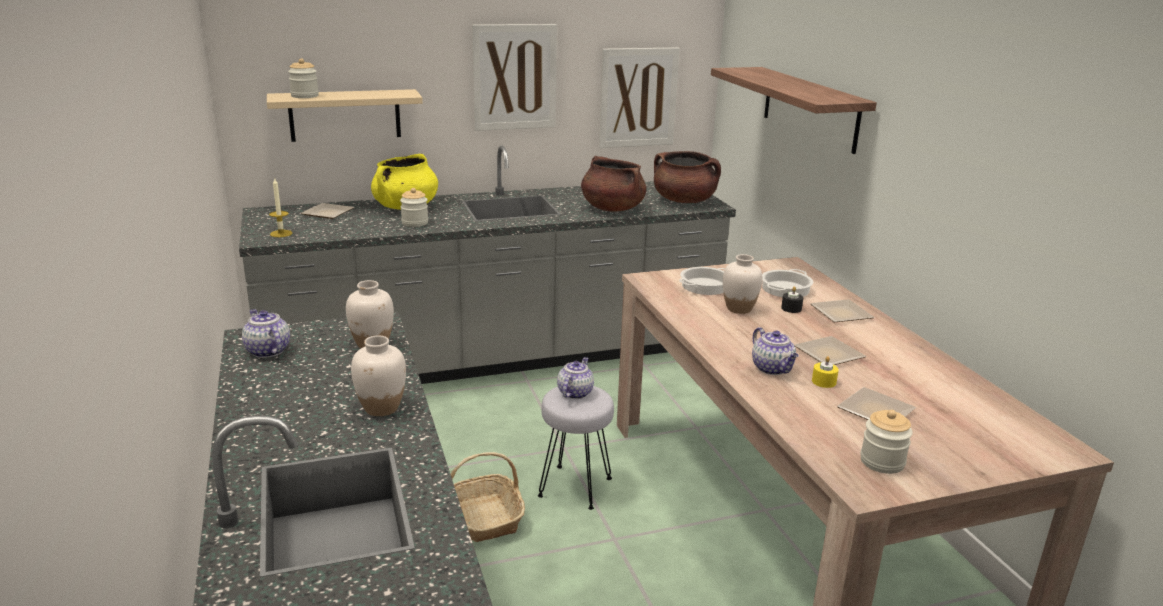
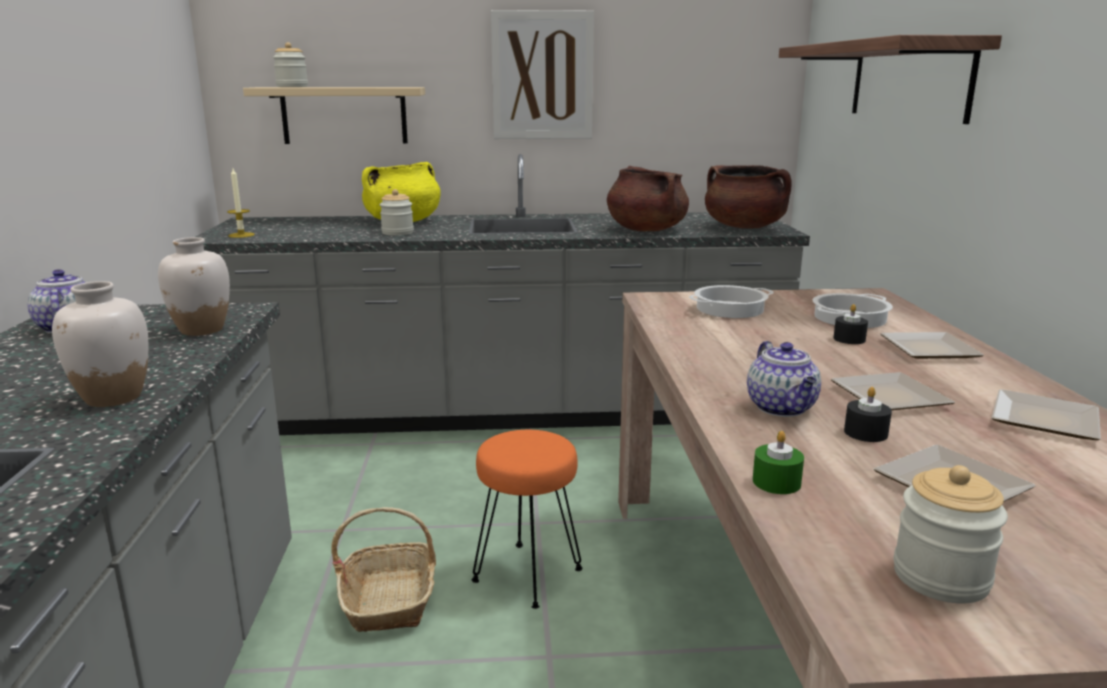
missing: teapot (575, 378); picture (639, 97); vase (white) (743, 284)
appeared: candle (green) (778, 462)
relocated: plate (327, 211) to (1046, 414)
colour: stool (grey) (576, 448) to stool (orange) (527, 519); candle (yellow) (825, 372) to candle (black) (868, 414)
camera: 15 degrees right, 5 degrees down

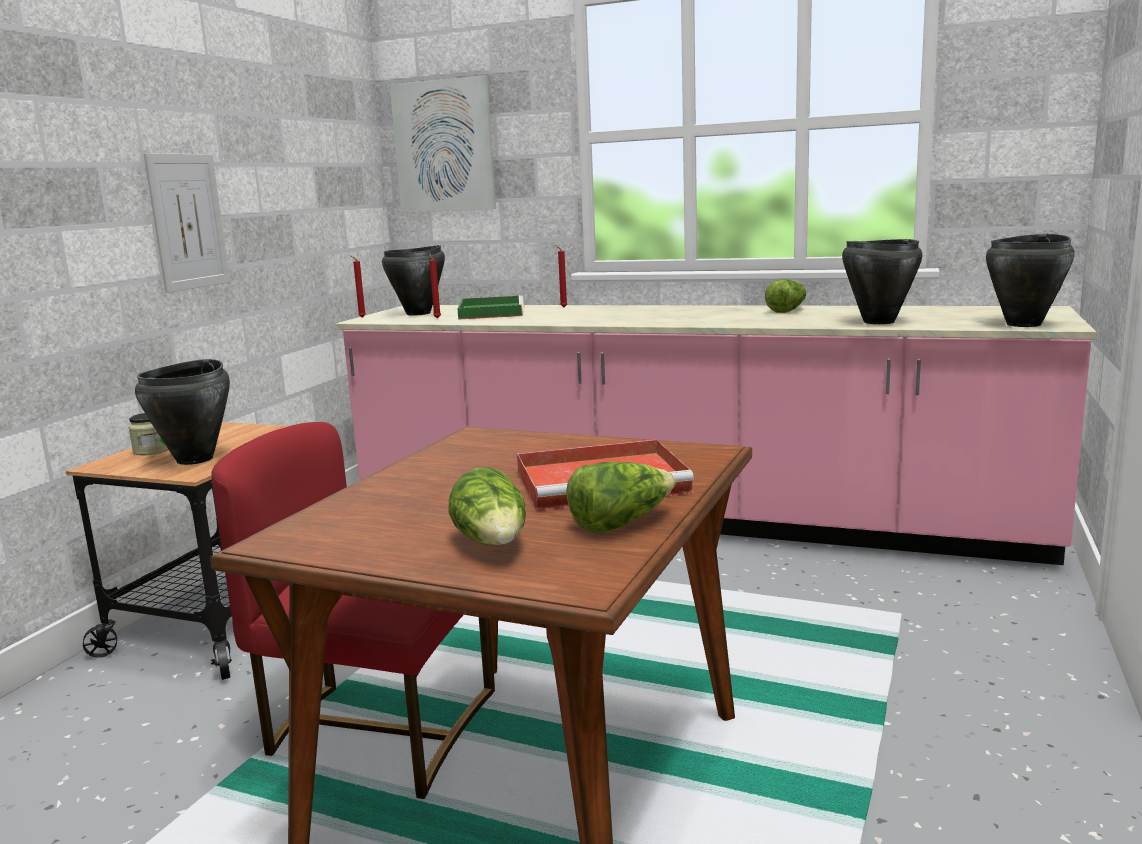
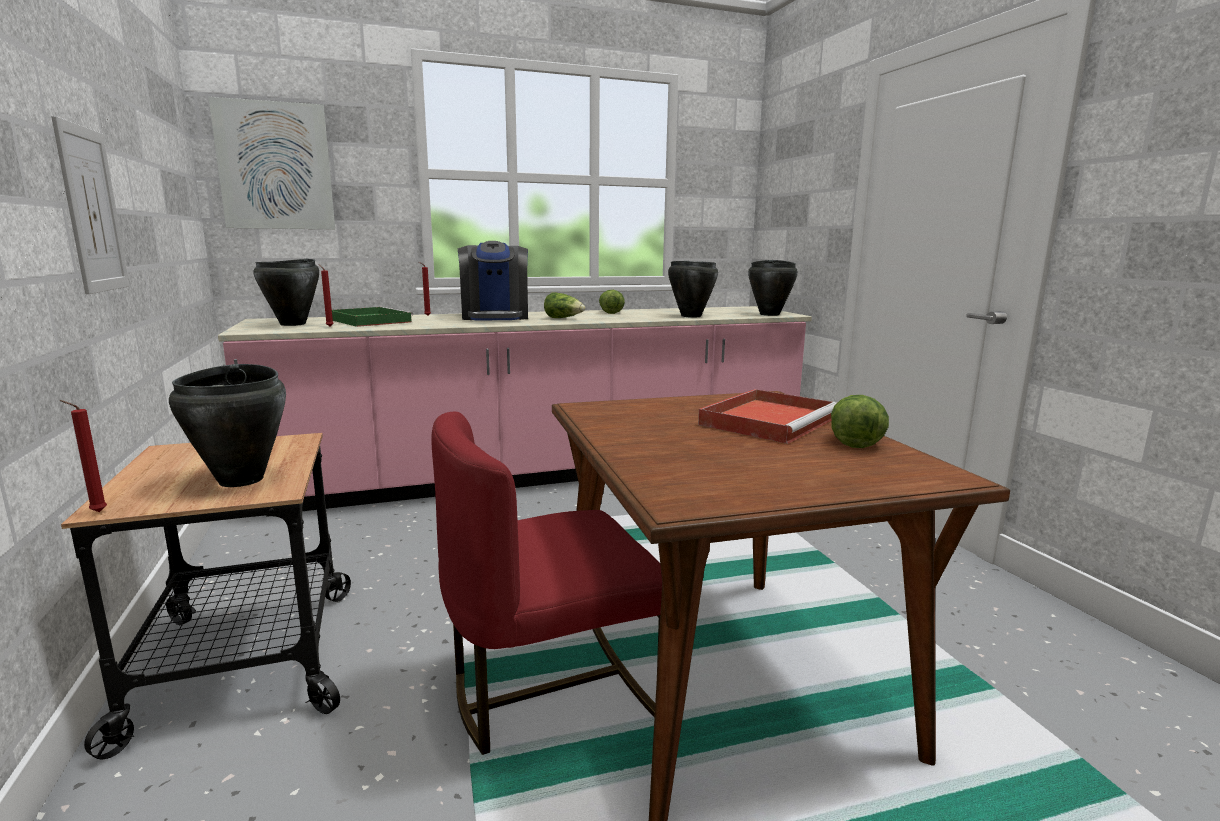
missing: jar (148, 434)
appeared: coffee machine (493, 280)
relocated: candle (red) (357, 286) to (83, 456); lettuce (487, 506) to (564, 305)
camera: 40 degrees left, 0 degrees up

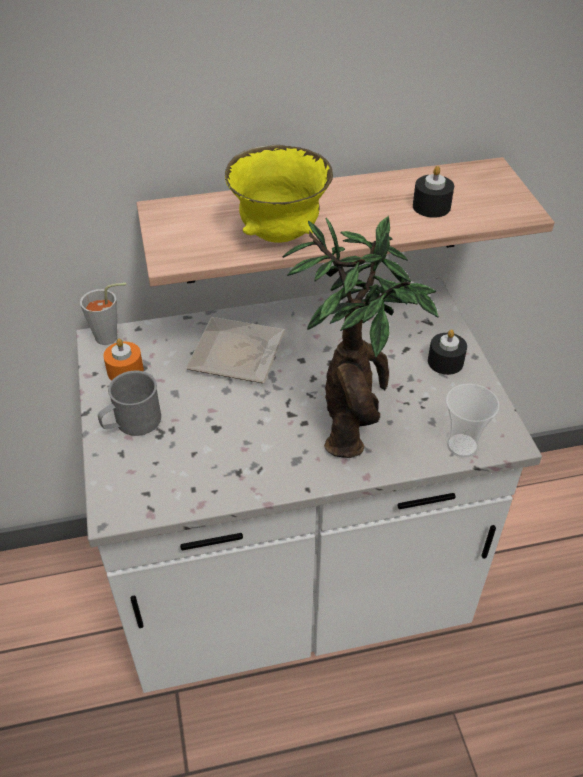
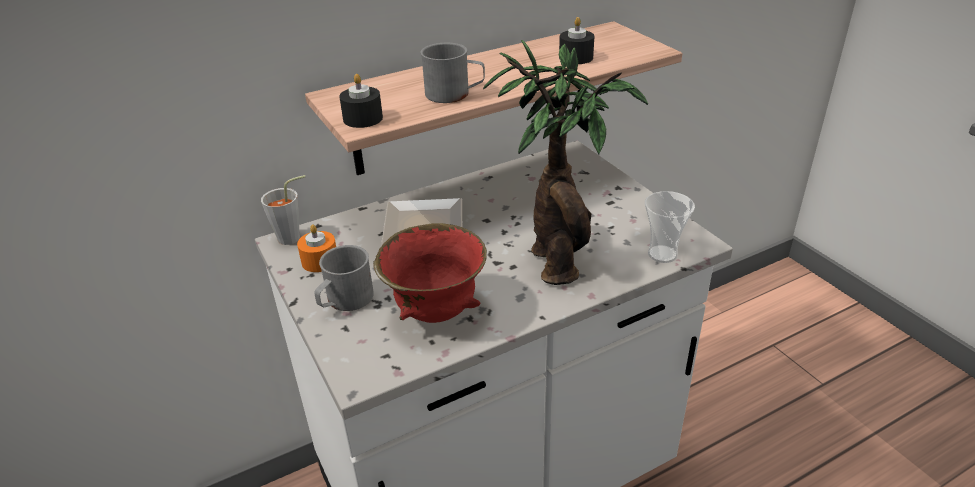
appeared: bowl (red) (430, 273)
relocated: candle (black) (447, 352) to (361, 101)
exchanged: bowl (yellow) (279, 194) to mug (grey) (452, 73)
camera: 15 degrees left, 10 degrees down

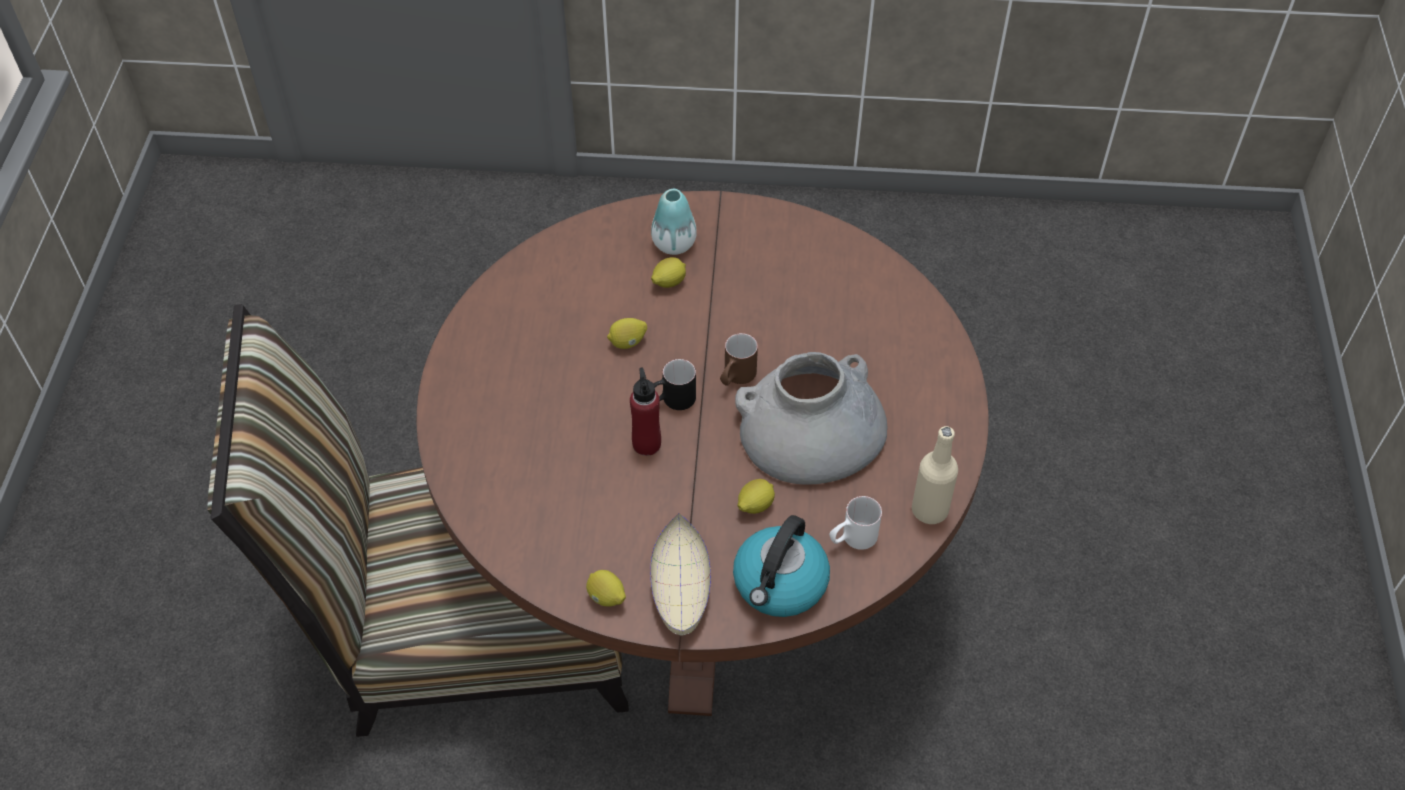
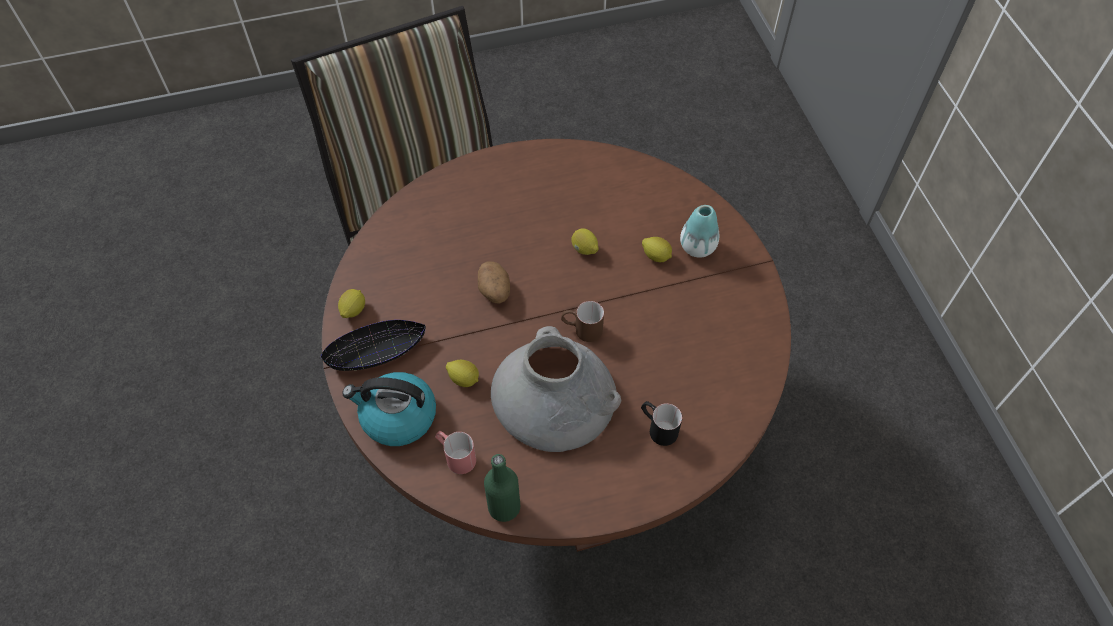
relocated: mug (black) (675, 384) to (661, 423)
exchanged: bottle (red) (645, 411) to potato (494, 282)
colour: bowl (beige) (680, 574) to bowl (black) (373, 345); mug (white) (855, 523) to mug (red) (455, 452); bottle (beige) (935, 475) to bottle (green) (502, 488)
camera: 70 degrees right, 5 degrees up

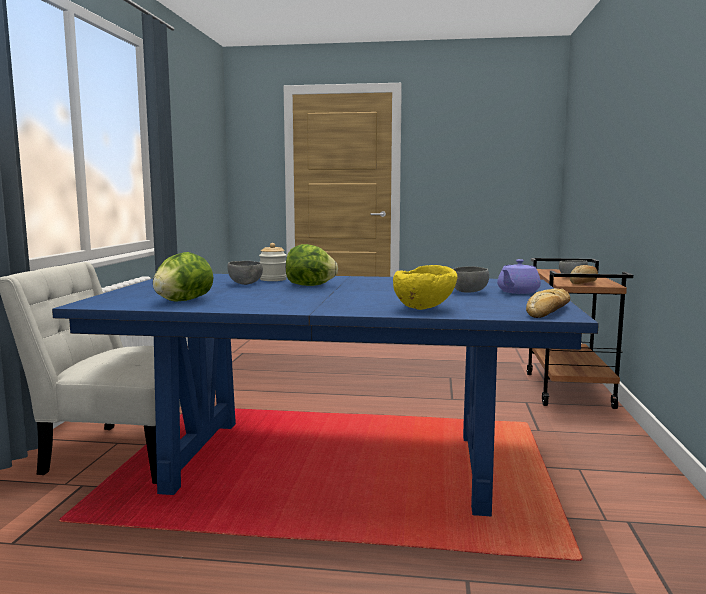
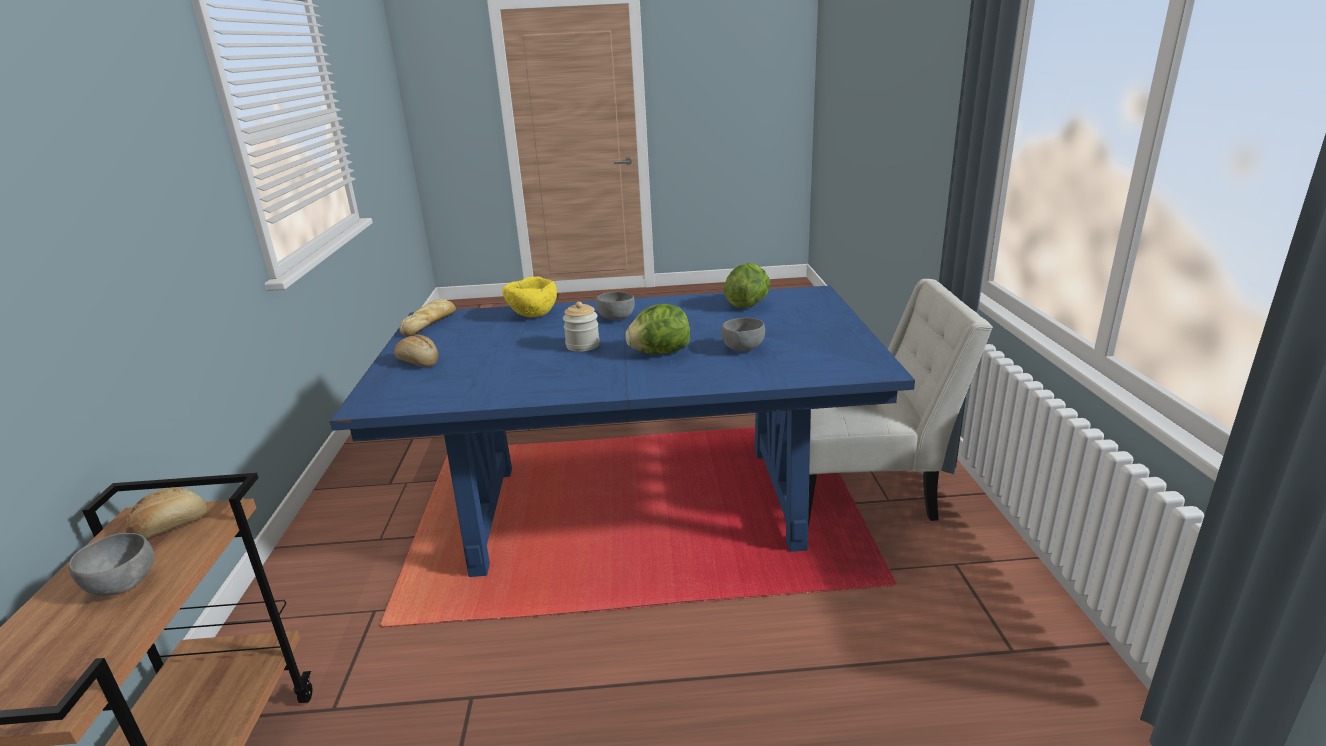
relocated: jar (273, 262) to (581, 326); bowl (grey) (471, 279) to (615, 306)
exchanged: teapot (purple) (519, 276) to bread (416, 350)
camera: 170 degrees right, 15 degrees up

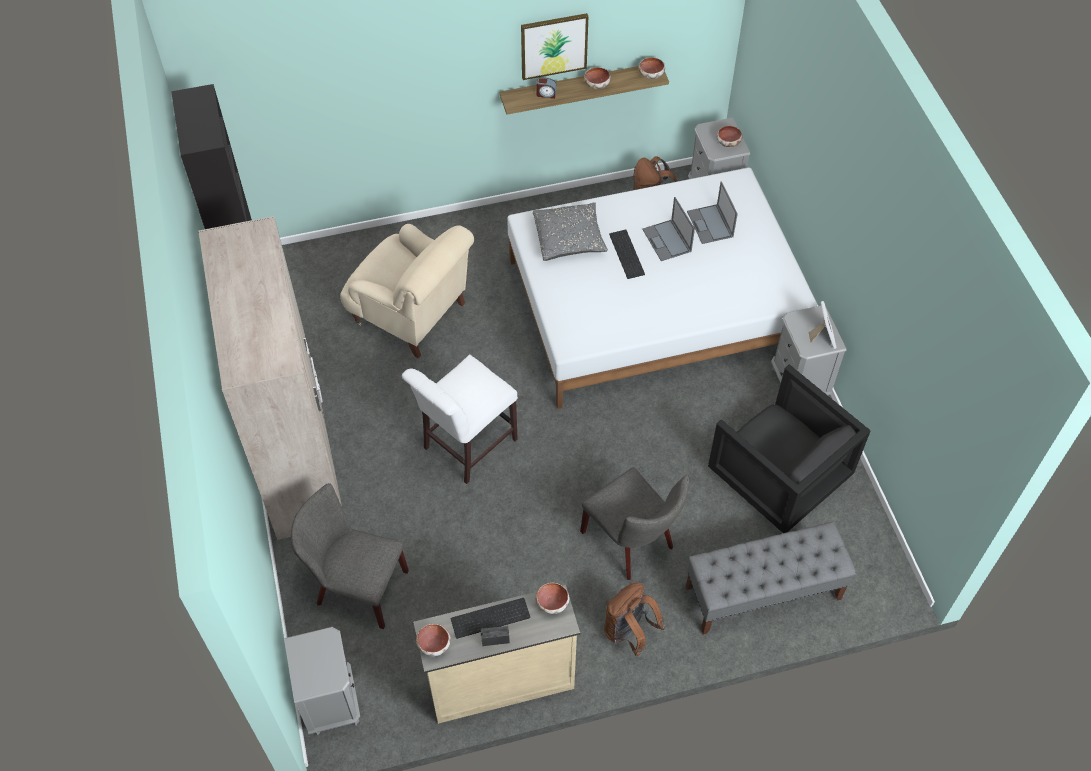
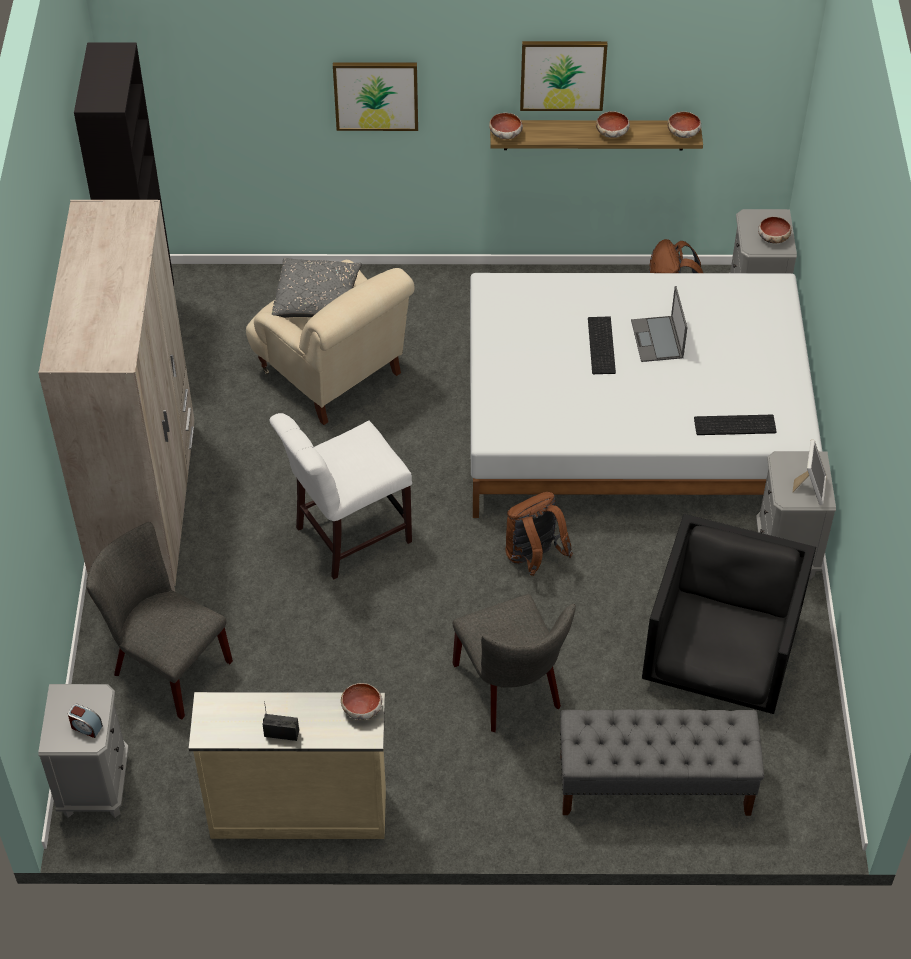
missing: laptop (712, 212)
appeared: picture (375, 97)
relocated: bowl (433, 640) to (506, 126); keyboard (490, 618) to (735, 425); pillow (grey) (570, 231) to (317, 288); alarm clock (546, 88) to (85, 721); backpack (brown) (634, 619) to (539, 534)
spun: armchair (black) (789, 449) = (729, 614) 135 degrees counterclockwise
camera: 15 degrees right, 5 degrees down

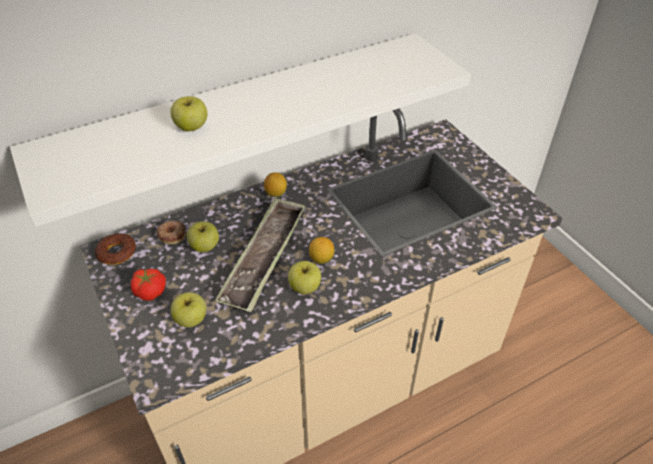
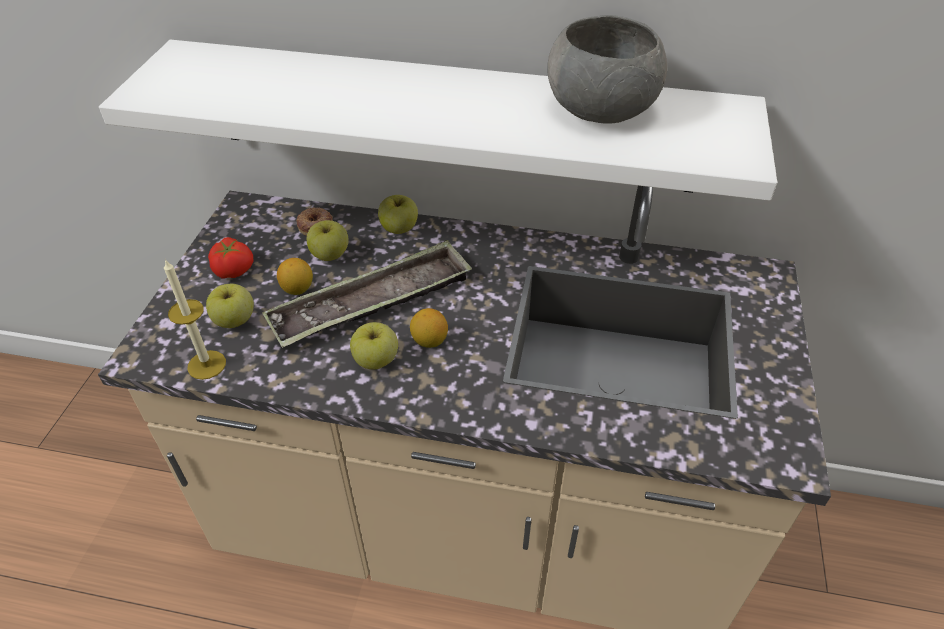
missing: donut (115, 249)
appeared: candle (195, 319); bowl (grey) (607, 69)
relocated: apple (188, 113) to (398, 214); lemon (275, 184) to (295, 276)
camera: 40 degrees right, 0 degrees up

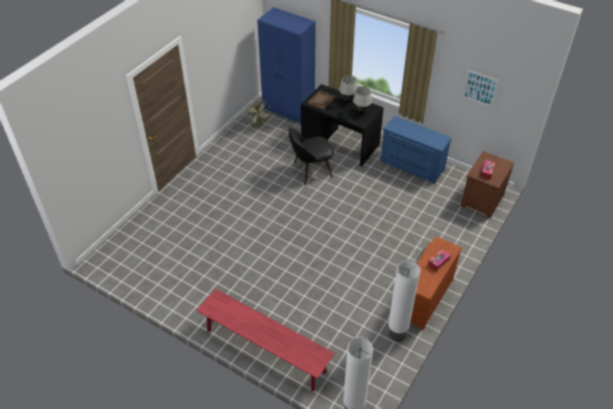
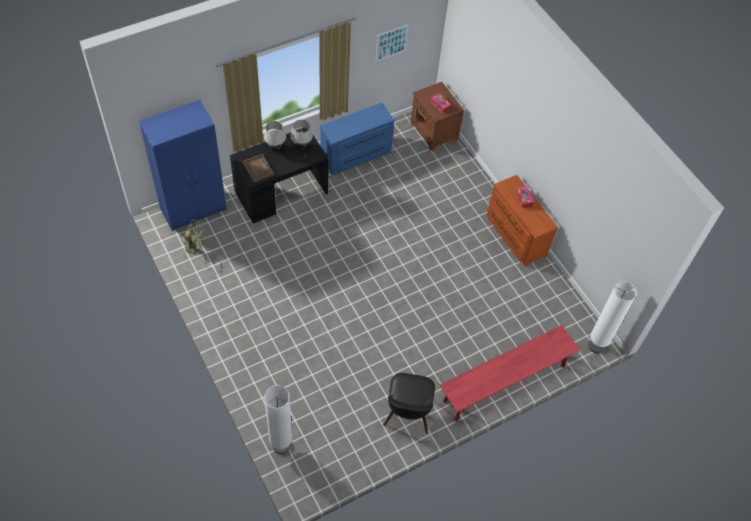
relocated: chair (black) (311, 156) to (409, 403); floor lamp (white) (404, 300) to (278, 419)
camera: 65 degrees left, 10 degrees up

